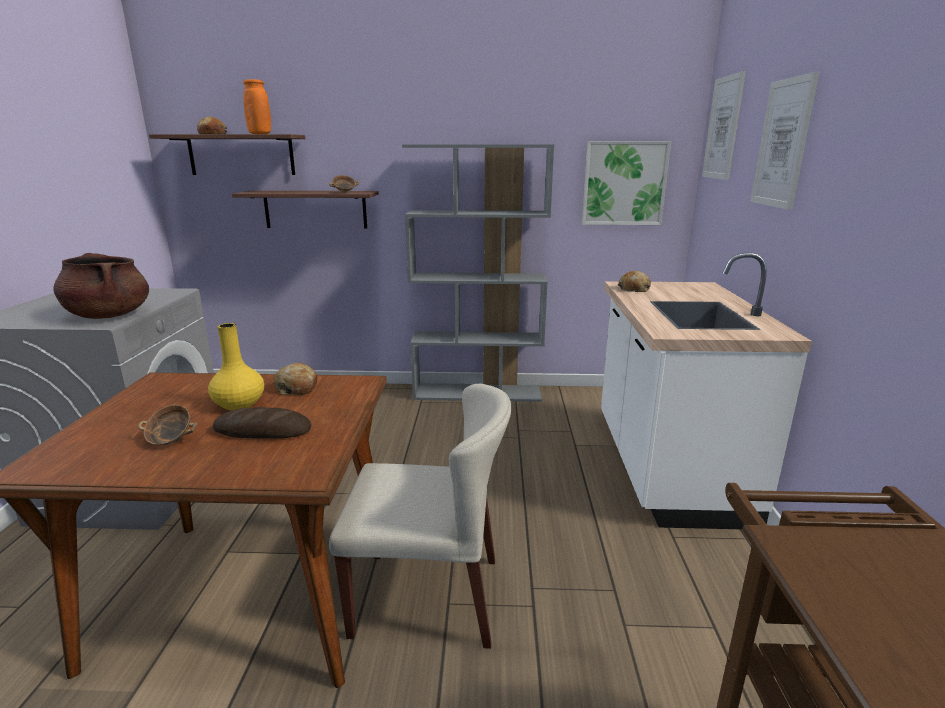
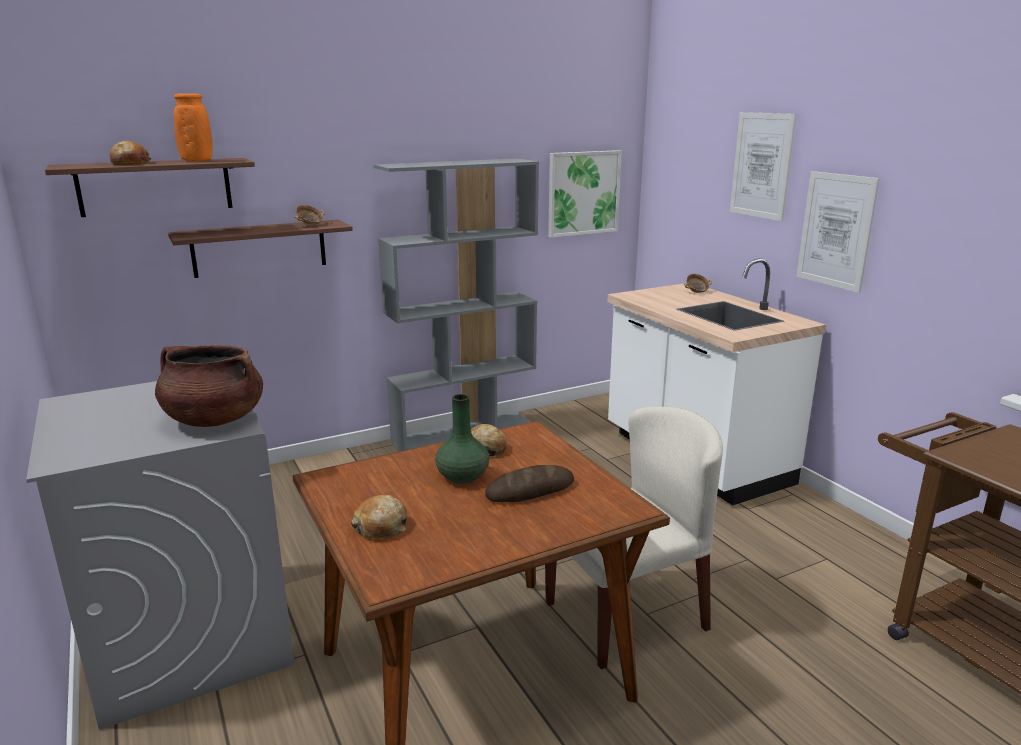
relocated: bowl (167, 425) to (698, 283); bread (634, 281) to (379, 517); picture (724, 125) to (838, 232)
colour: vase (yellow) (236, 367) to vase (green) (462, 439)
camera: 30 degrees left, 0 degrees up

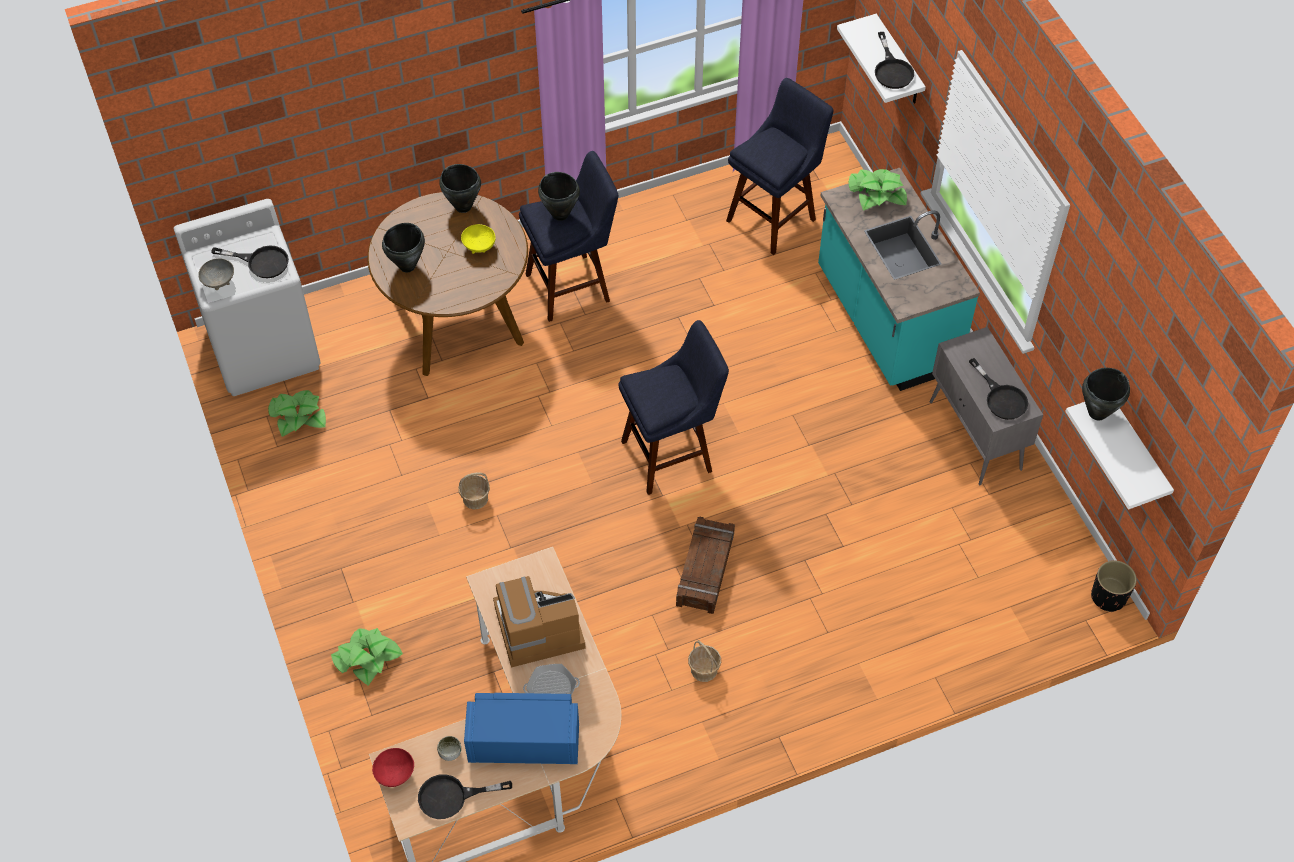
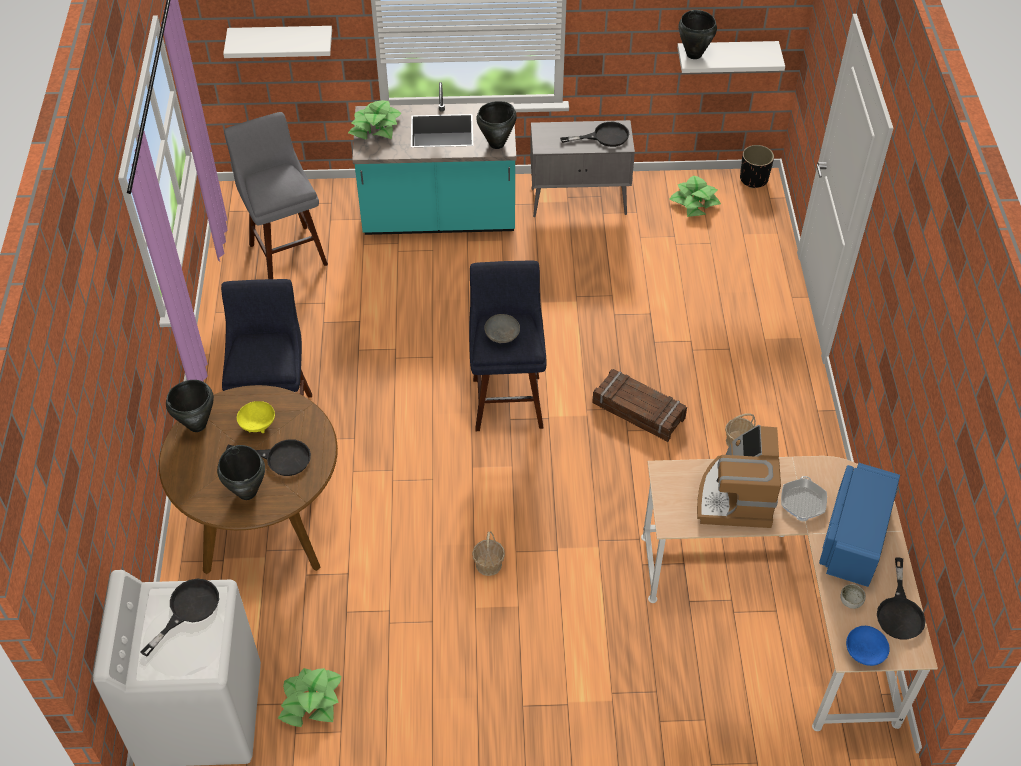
relocated: bowl (grey) (216, 274) to (502, 328); potted plant (367, 657) to (695, 196); cooking pot (black) (559, 196) to (496, 125); frying pan (black) (894, 60) to (268, 457)
colour: bowl (red) (393, 767) to bowl (blue) (868, 646); stool (blue) (780, 166) to stool (grey) (276, 195)
camera: 70 degrees left, 5 degrees down

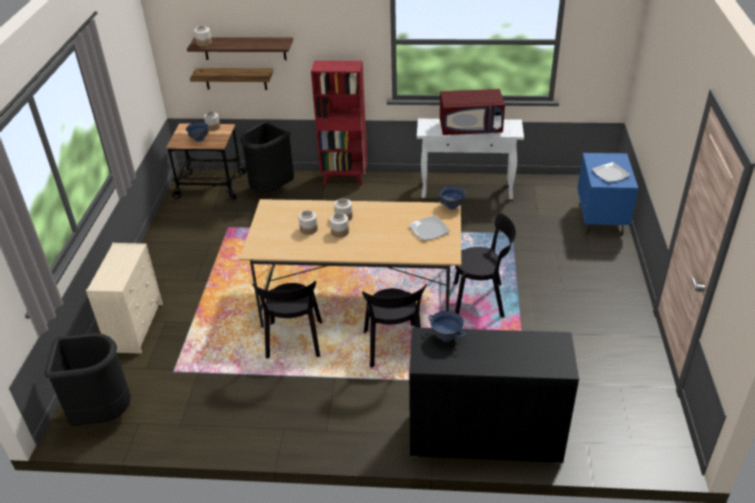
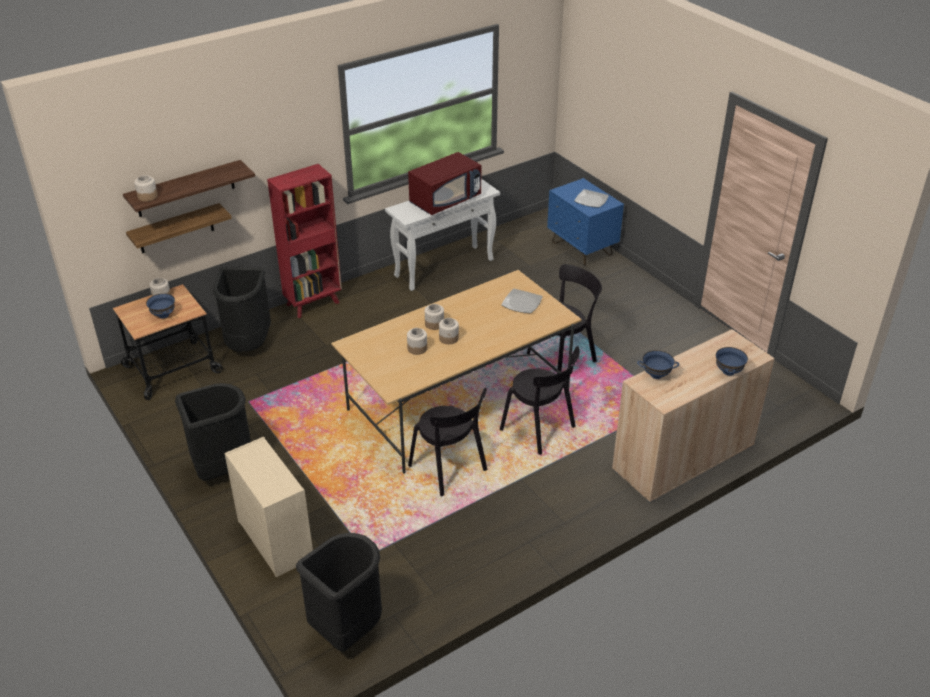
appeared: trash can (black) (213, 432)
relocated: bowl (blue) (452, 198) to (732, 361)
colour: cabinet (black) (494, 395) to cabinet (beige) (693, 416)
camera: 40 degrees left, 0 degrees up

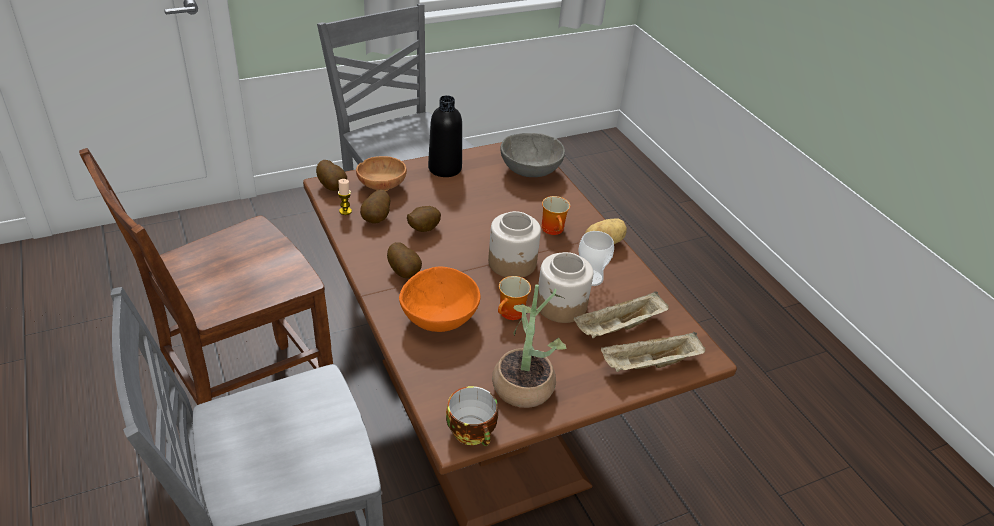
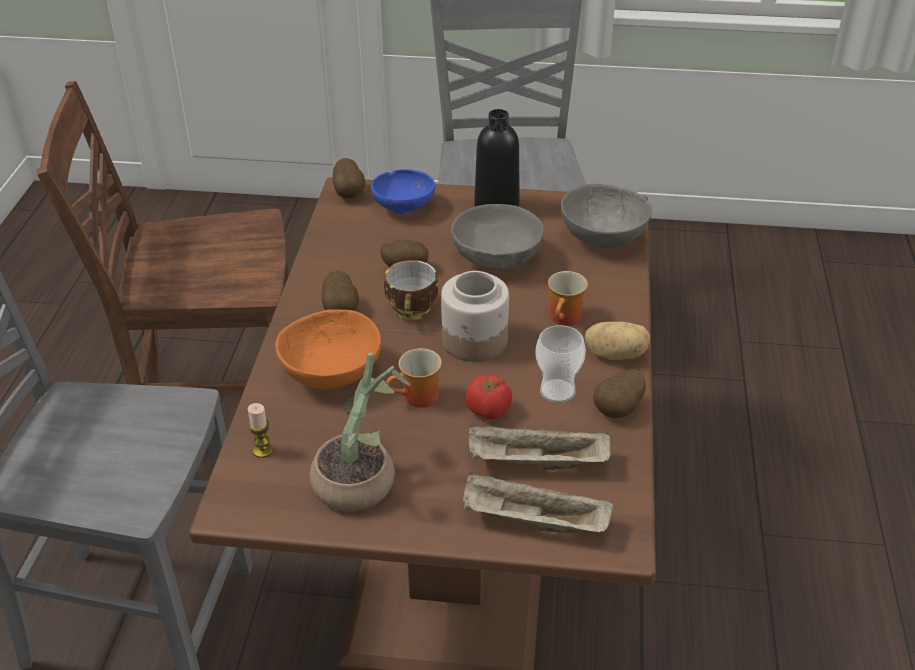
appeared: bowl (grey) (497, 236)
relocated: candle (345, 197) to (260, 430); potato (375, 207) to (619, 393); cup (472, 416) to (411, 290)
exchanged: jar (565, 287) to tomato (489, 397)
colour: bowl (brown) (381, 173) to bowl (blue) (403, 191)
camera: 35 degrees right, 0 degrees up

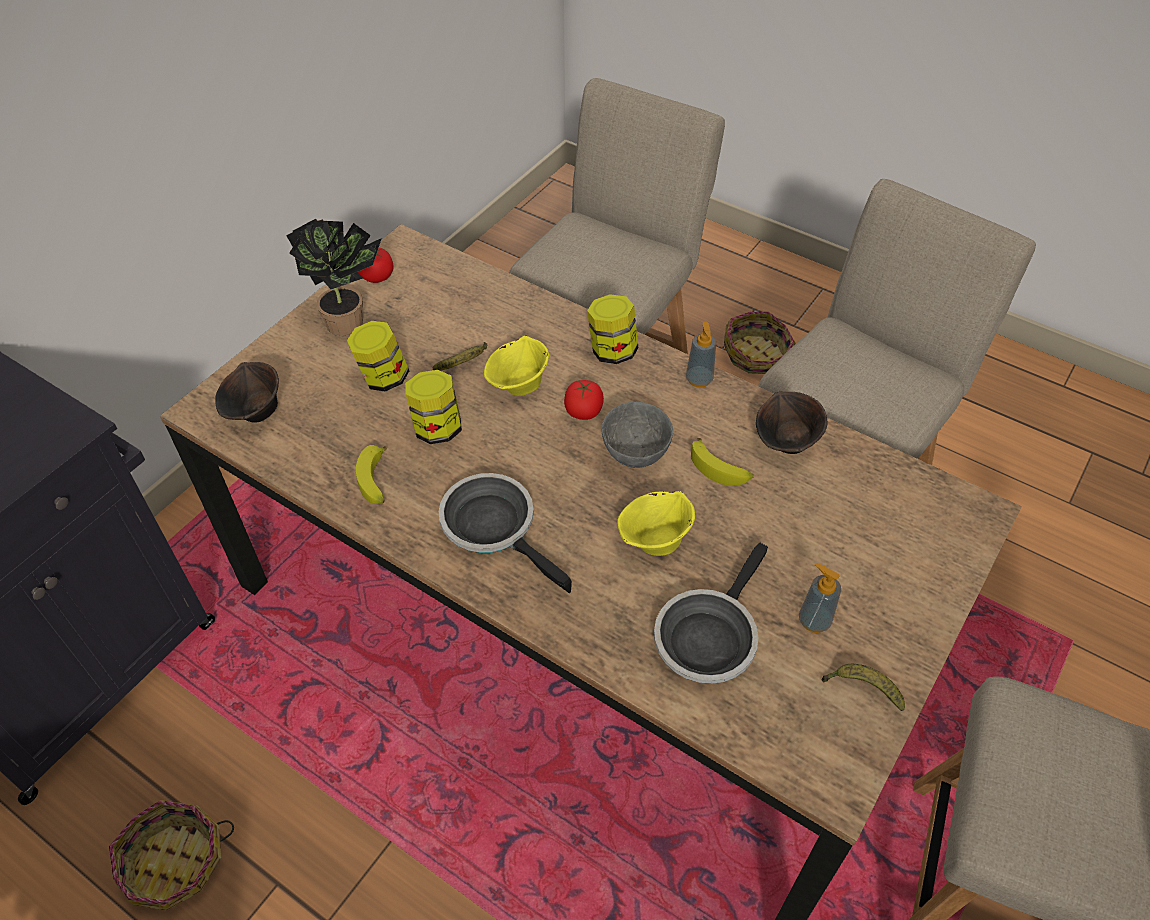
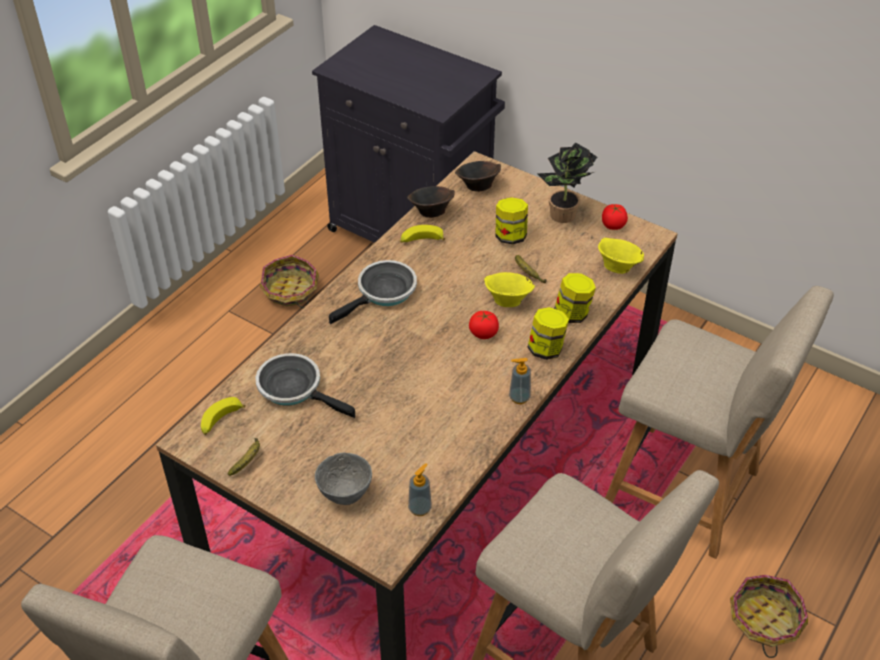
relocated: jar (433, 407) to (575, 298); bowl (grey) (637, 435) to (343, 479); bowl (yellow) (656, 523) to (621, 256); banana (722, 462) to (223, 416); bowl (brown) (791, 422) to (431, 202); soap dispenser (820, 598) to (420, 489)
camera: 90 degrees right, 5 degrees down

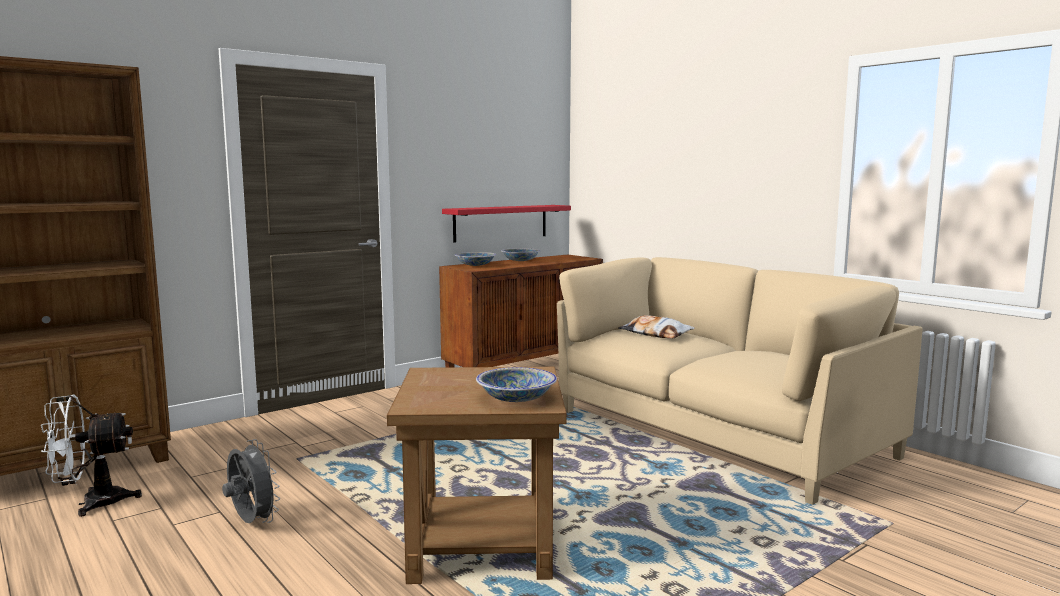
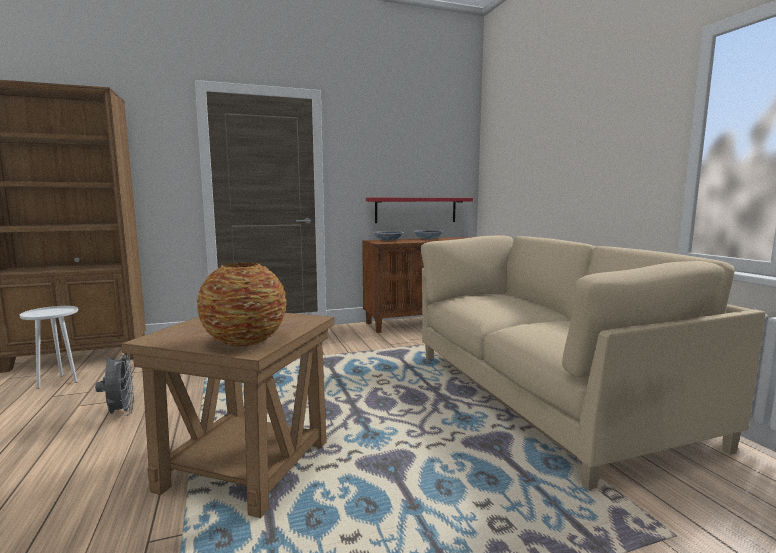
missing: pillow (656, 326)
exchanged: fan (white) (91, 455) to side table (white) (49, 347); bowl (516, 384) to vase (242, 304)
camera: 20 degrees right, 0 degrees up

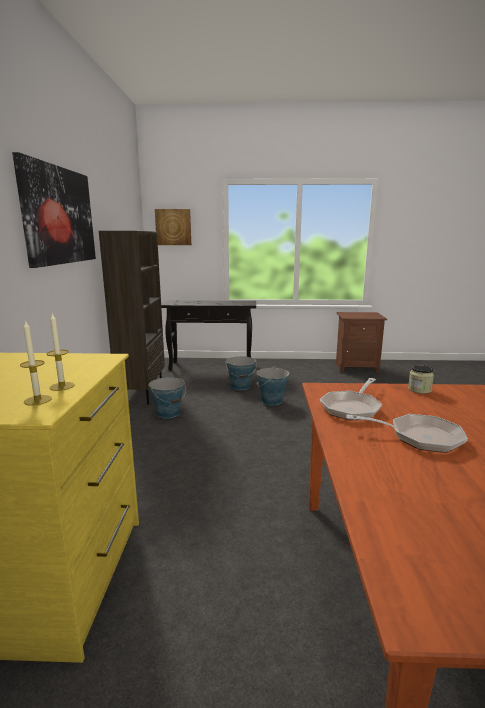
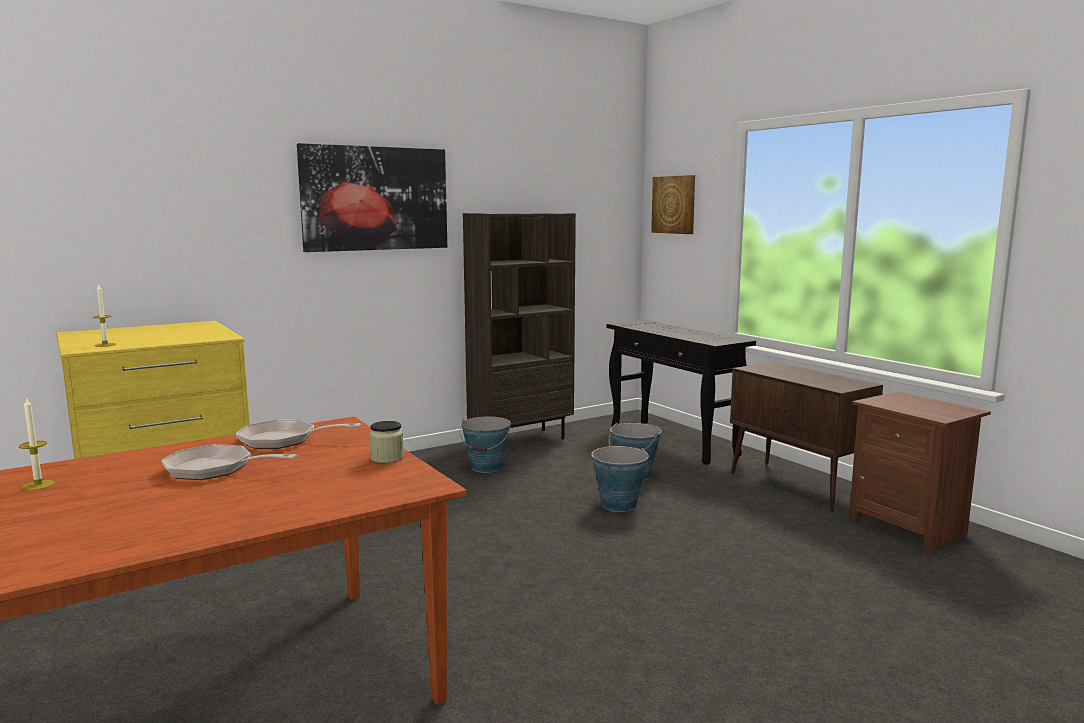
appeared: cabinet (brown) (806, 437)
relocated: candle (61, 352) to (37, 444)
spun: frying pan (407, 433) = (229, 462) 120 degrees clockwise
camera: 55 degrees right, 5 degrees down

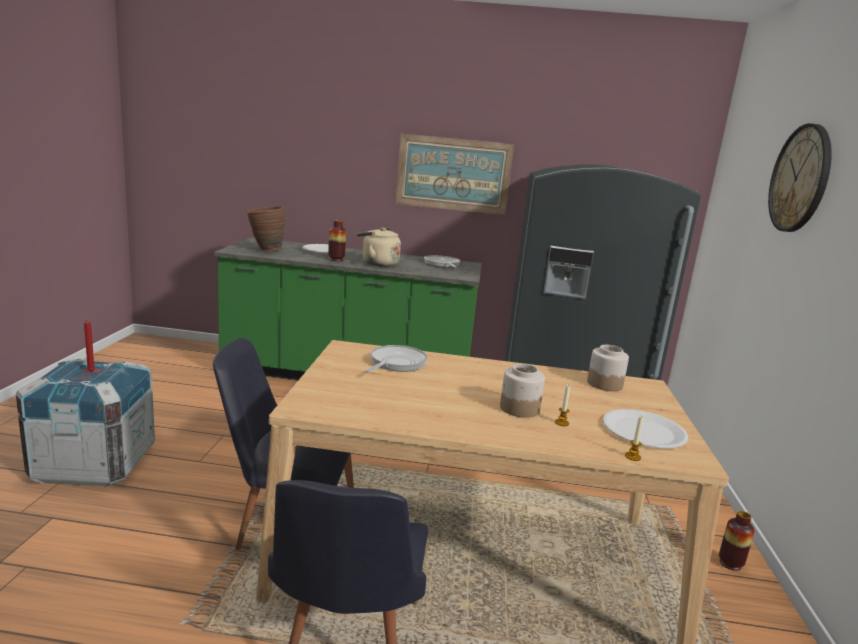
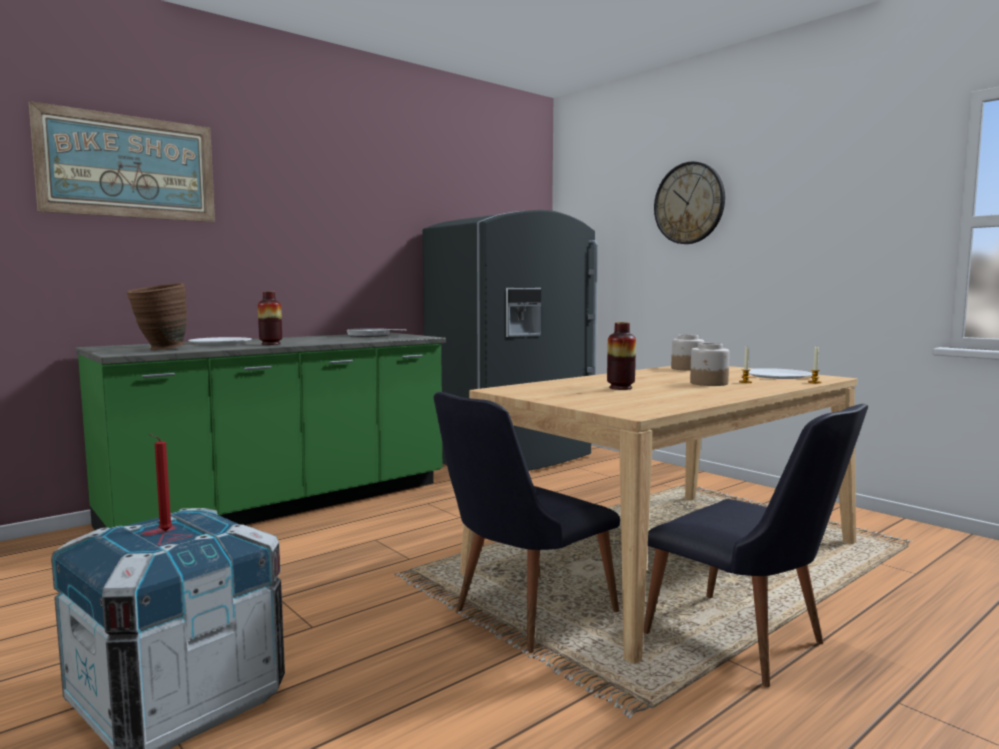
missing: kettle (beige) (379, 247); frying pan (397, 358)
relocated: picture (455, 174) to (122, 161); vase (737, 541) to (621, 356)
camera: 45 degrees left, 10 degrees down

